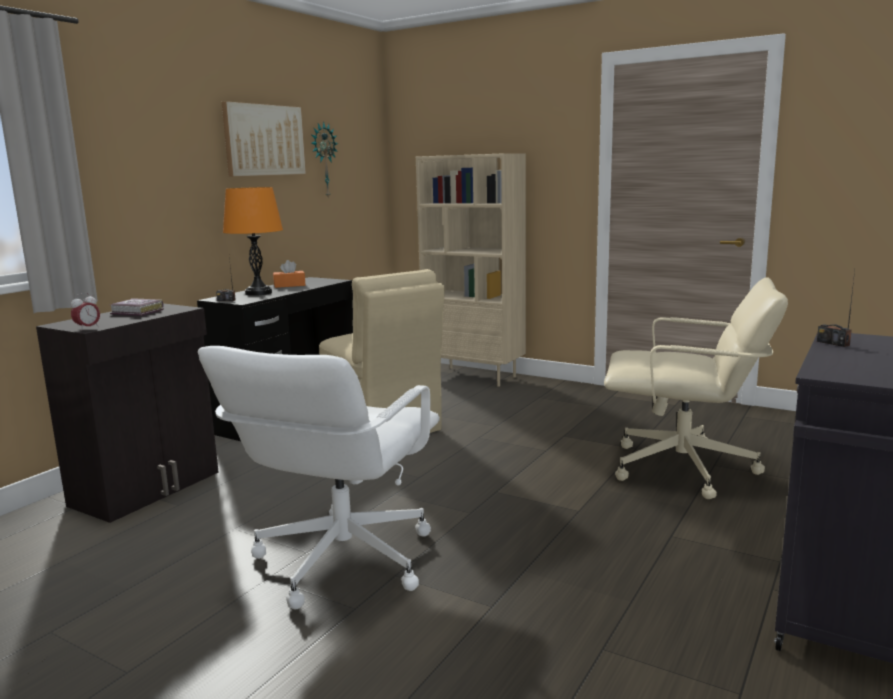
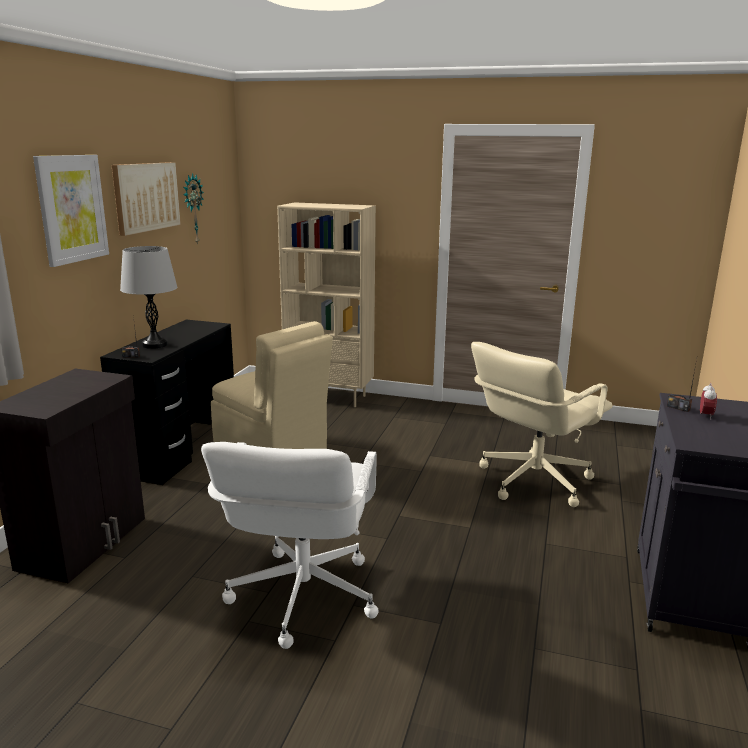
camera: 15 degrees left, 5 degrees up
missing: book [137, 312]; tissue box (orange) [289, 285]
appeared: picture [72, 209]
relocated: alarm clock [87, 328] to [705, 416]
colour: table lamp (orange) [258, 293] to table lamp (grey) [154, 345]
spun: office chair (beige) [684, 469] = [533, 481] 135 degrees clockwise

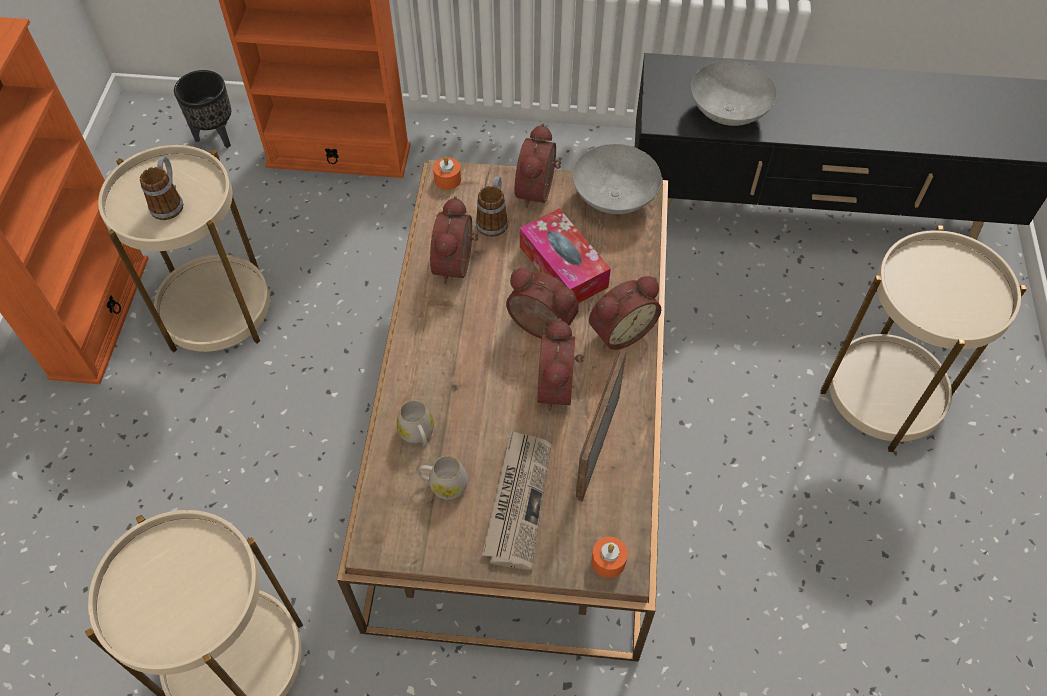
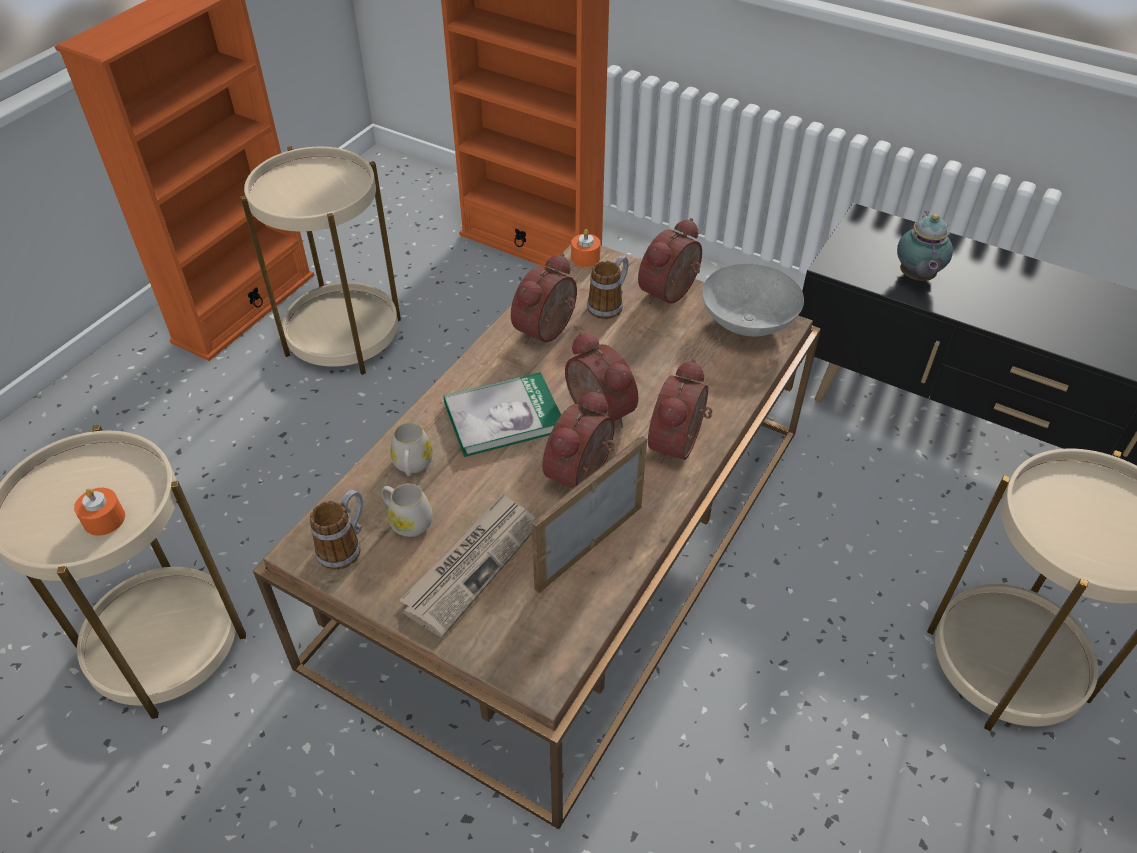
camera: 25 degrees right, 10 degrees down
missing: planter (black) [217, 136]; tissue box [563, 267]
appeared: book [503, 417]
relocated: mug [169, 202] to [345, 546]; candle (orange) [608, 561] to [104, 519]
exchanged: bowl (grey) [727, 112] to teapot [916, 278]
spun: alarm clock [619, 330] = [680, 445] 120 degrees clockwise

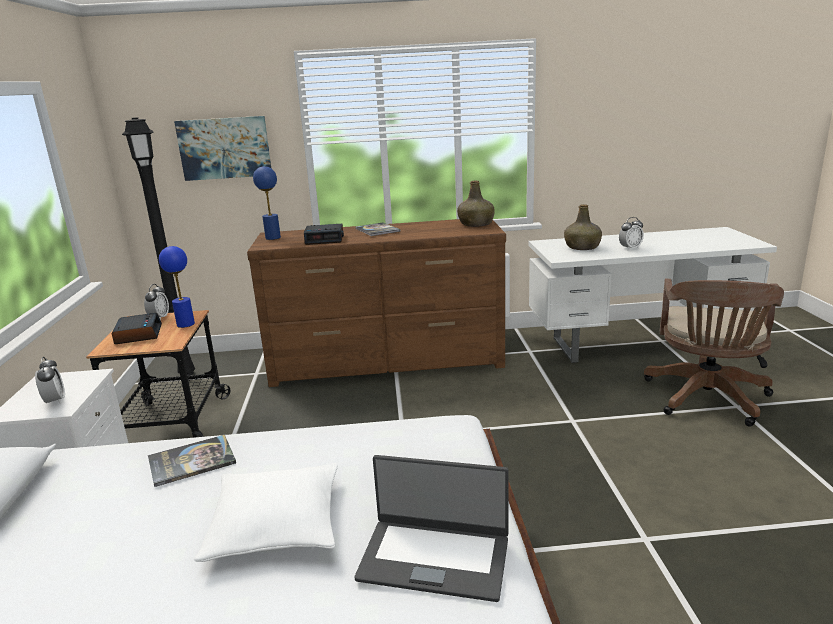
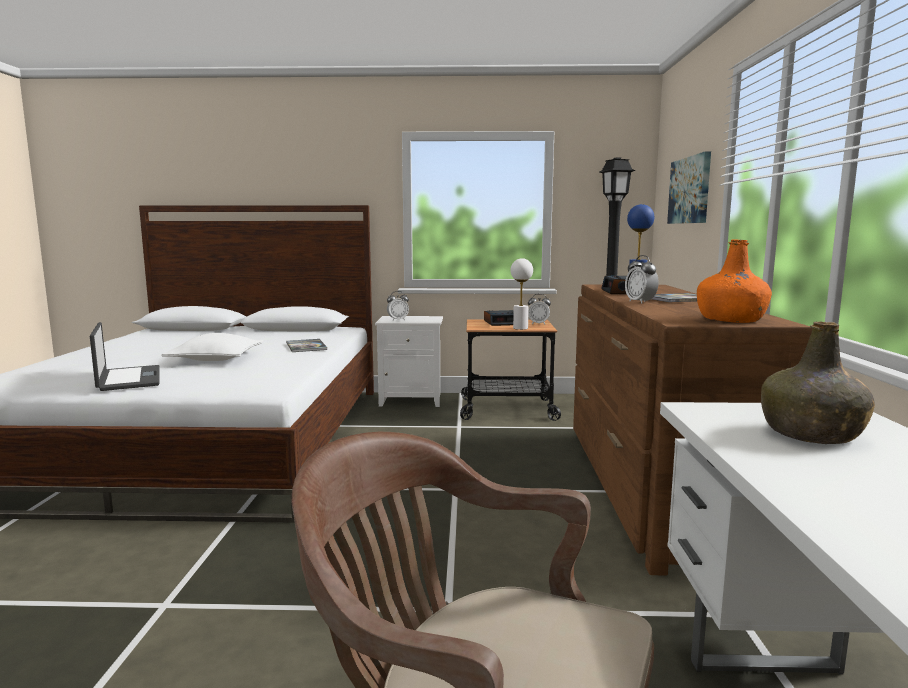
camera: 95 degrees right, 10 degrees down
relocated: alarm clock [630, 248] to [640, 302]
colour: table lamp (blue) [185, 324] to table lamp (white) [520, 328]; bottle (green) [476, 224] to bottle (orange) [731, 320]
spun: laptop [434, 557] = [128, 379] 135 degrees clockwise

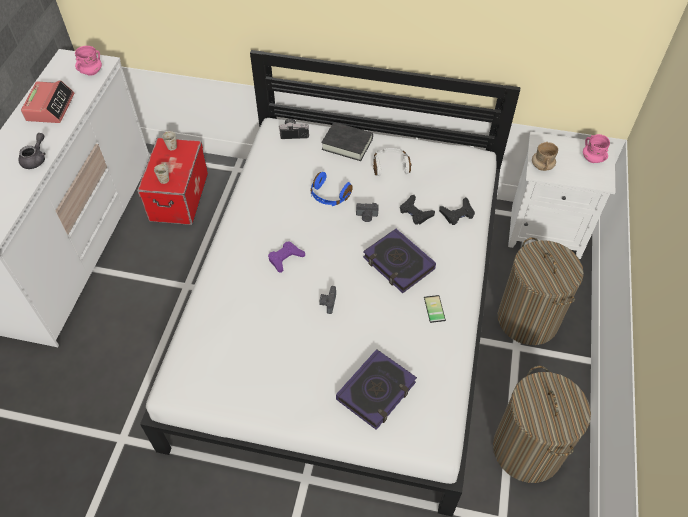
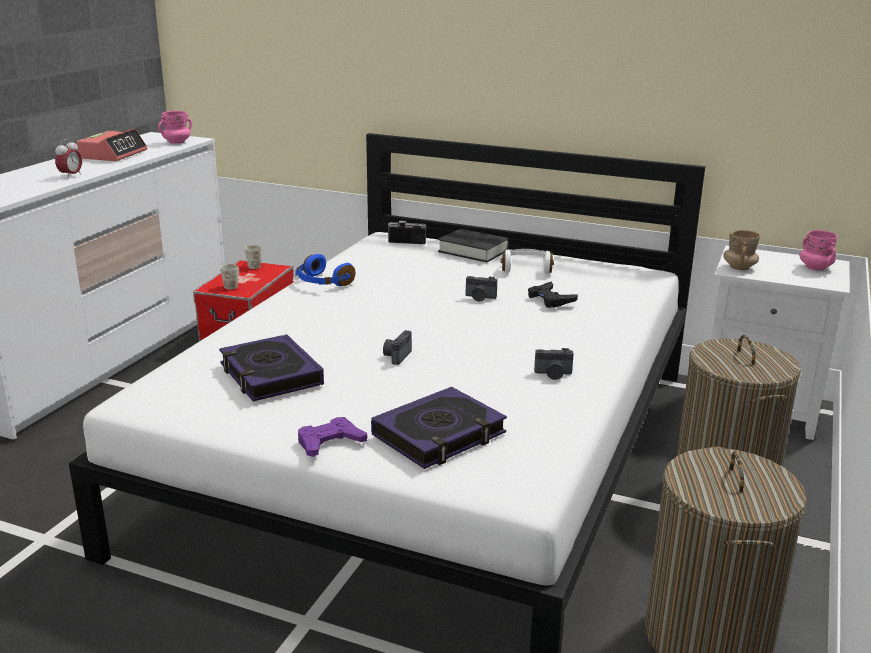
camera: 10 degrees right, 30 degrees down
missing: game controller (black) [457, 214]
relocated: game controller (purple) [285, 258] to [330, 443]; headphones (blue) [329, 196] to [322, 282]; book [398, 263] to [270, 375]
exchanged: teapot (grey) [36, 159] to alarm clock [71, 176]; phone [432, 309] to photo camera [553, 374]

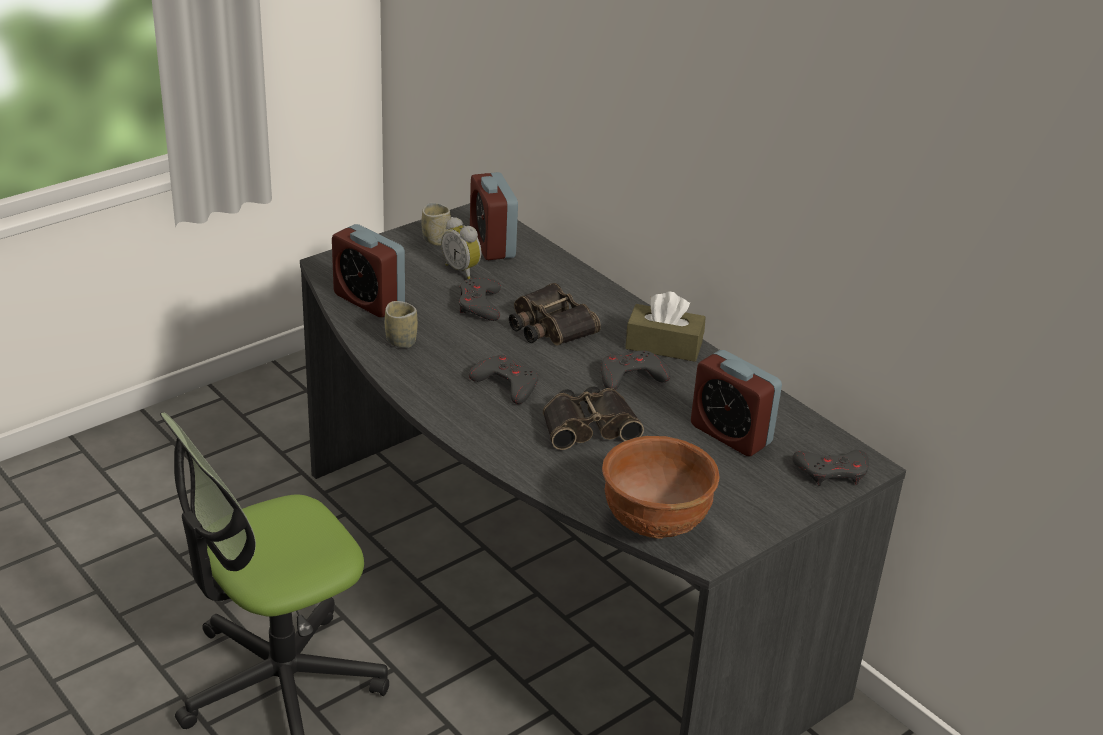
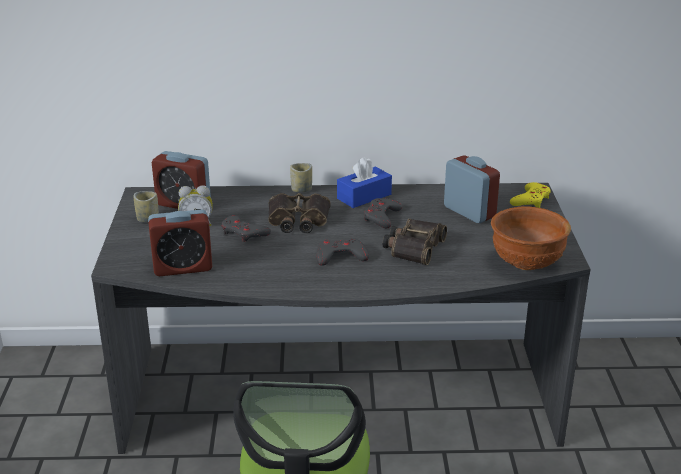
camera: 50 degrees left, 5 degrees down
relocated: cup [401, 341] to [301, 189]
colour: tissue box (brown) [663, 345] to tissue box (blue) [364, 196]; game controller (grey) [832, 472] to game controller (yellow) [531, 200]
spun: alarm clock [730, 434] = [469, 212] 120 degrees counterclockwise

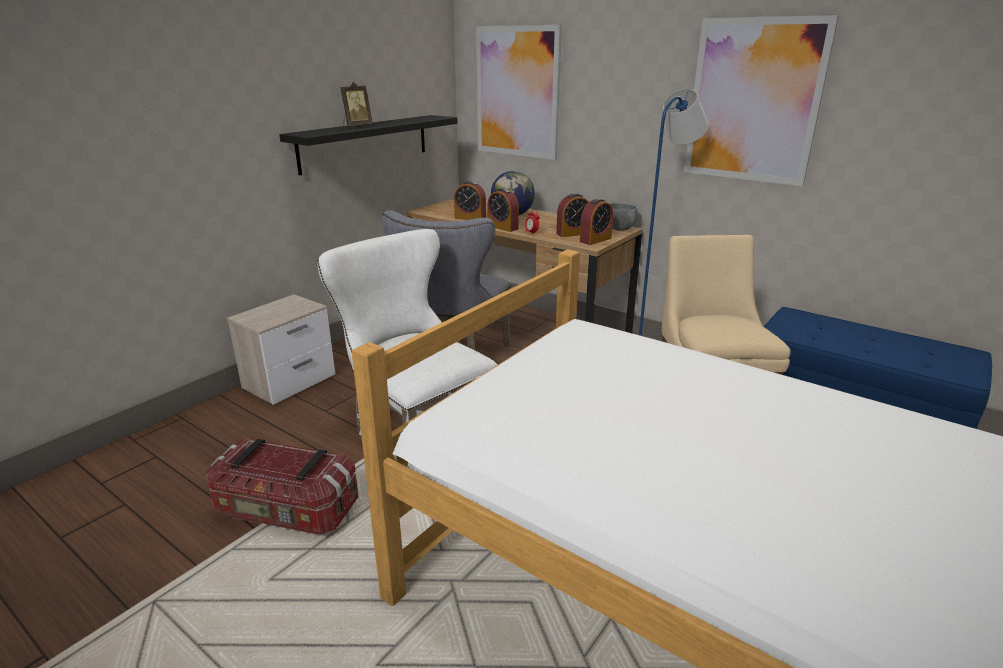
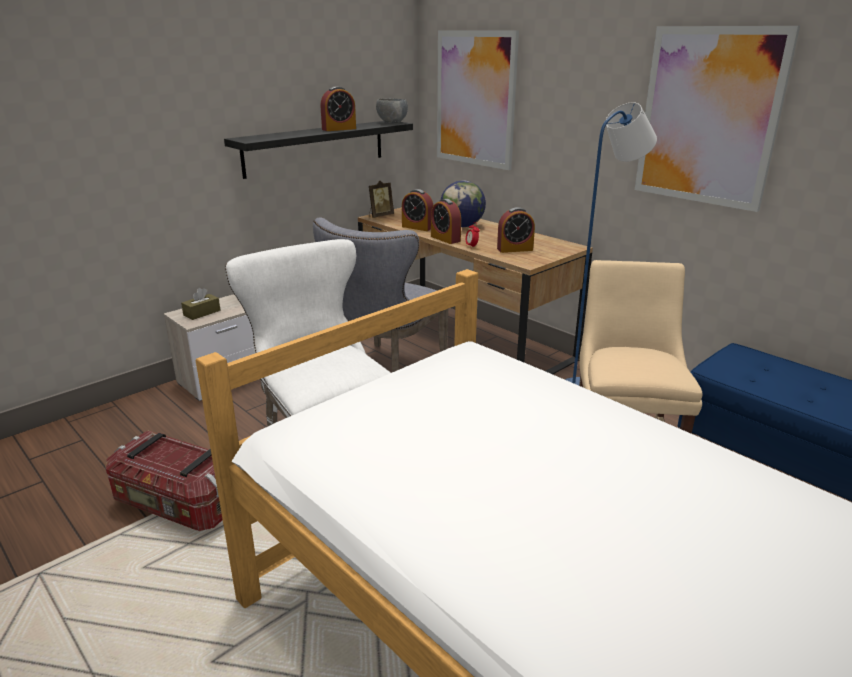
camera: 10 degrees right, 0 degrees up
appeared: tissue box (brown) [202, 313]
relocated: picture frame [356, 126] to [380, 216]; alarm clock [595, 240] to [339, 129]; bowl (grey) [619, 229] to [392, 123]

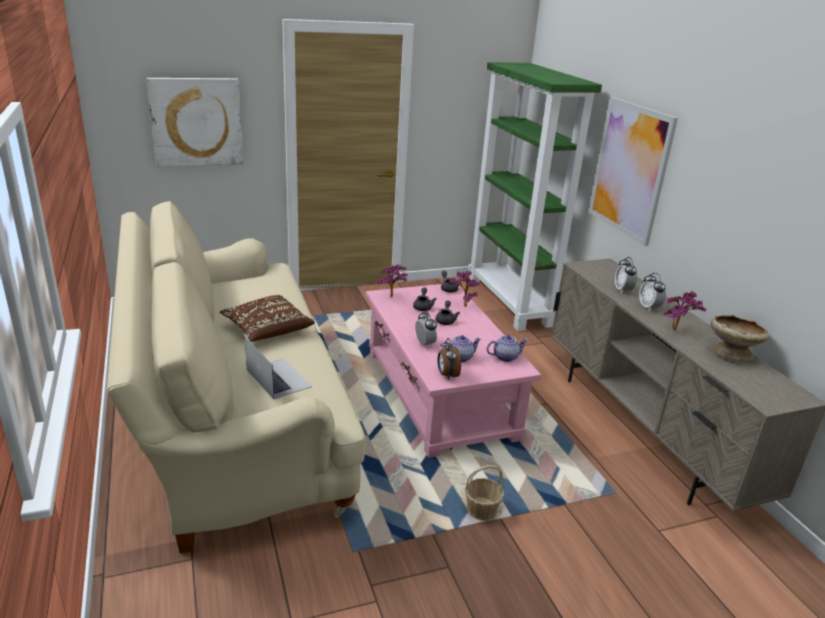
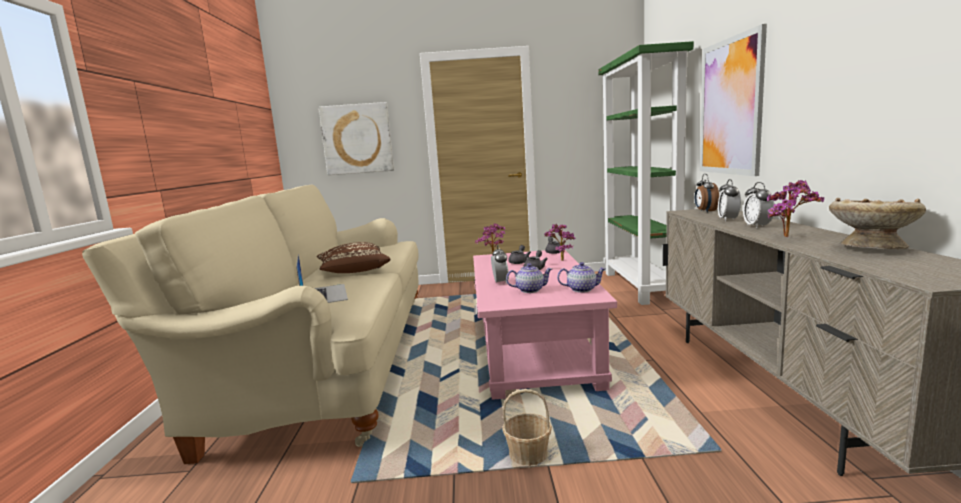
camera: 20 degrees right, 15 degrees down
relocated: alarm clock [447, 375] to [705, 211]

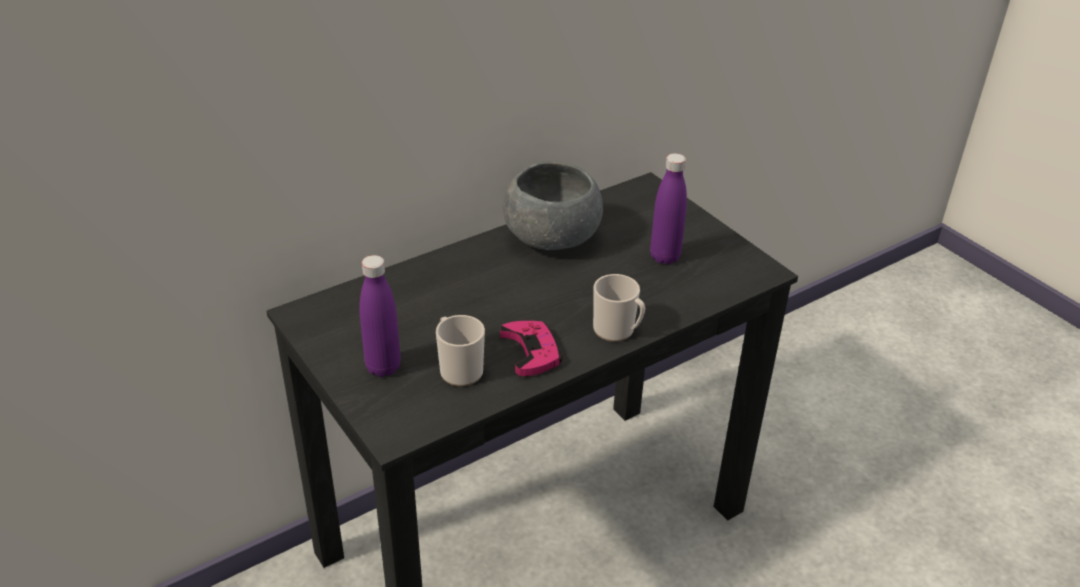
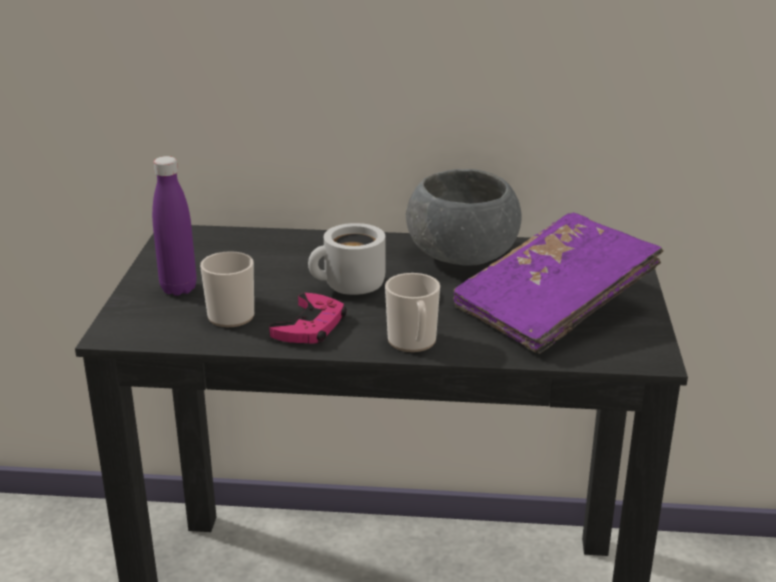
camera: 40 degrees right, 10 degrees down
appeared: mug (white) [350, 287]
exchanged: bottle (purple) [664, 257] to book (purple) [553, 307]

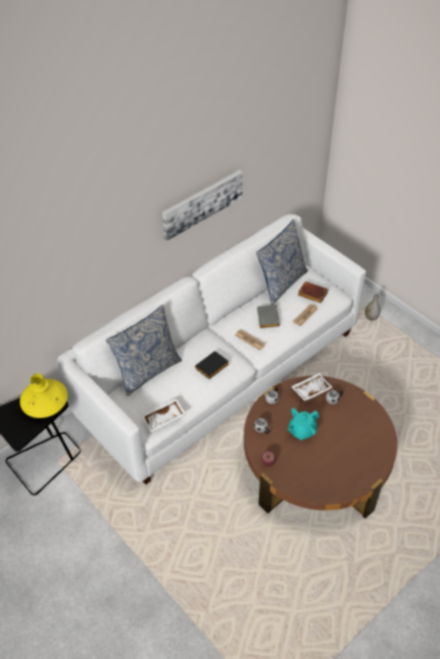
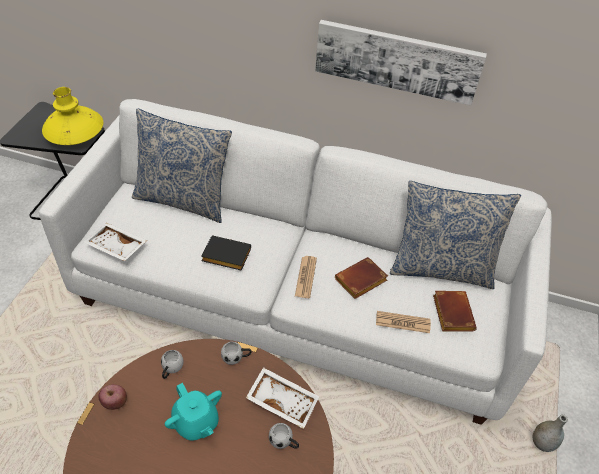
camera: 55 degrees right, 0 degrees up
colour: book (grey) [269, 319] to book (brown) [360, 282]
spun: teapot (turquoise) [301, 431] = [196, 422] 150 degrees counterclockwise

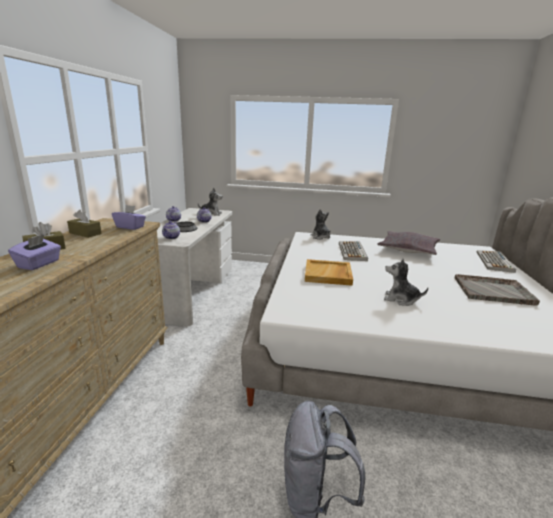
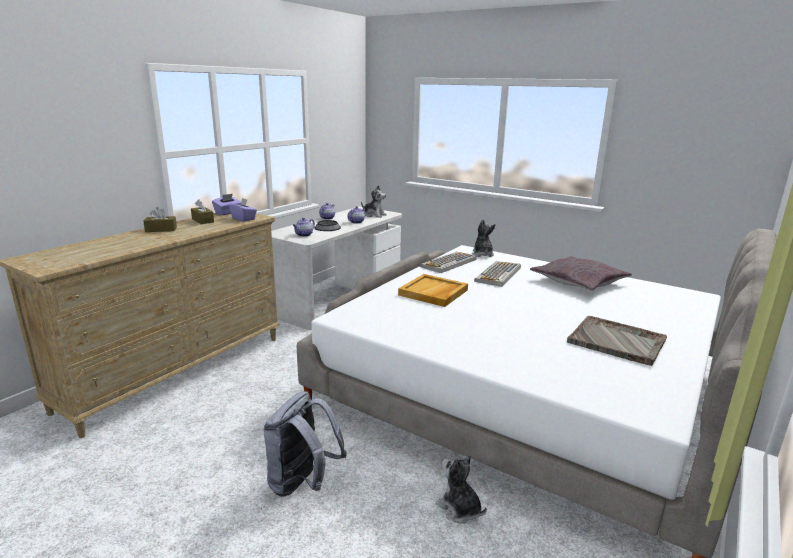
camera: 25 degrees right, 0 degrees up
relocated: tissue box (purple) [39, 264] to [228, 213]; plush toy [400, 299] to [459, 509]; keyboard [495, 262] to [448, 263]

